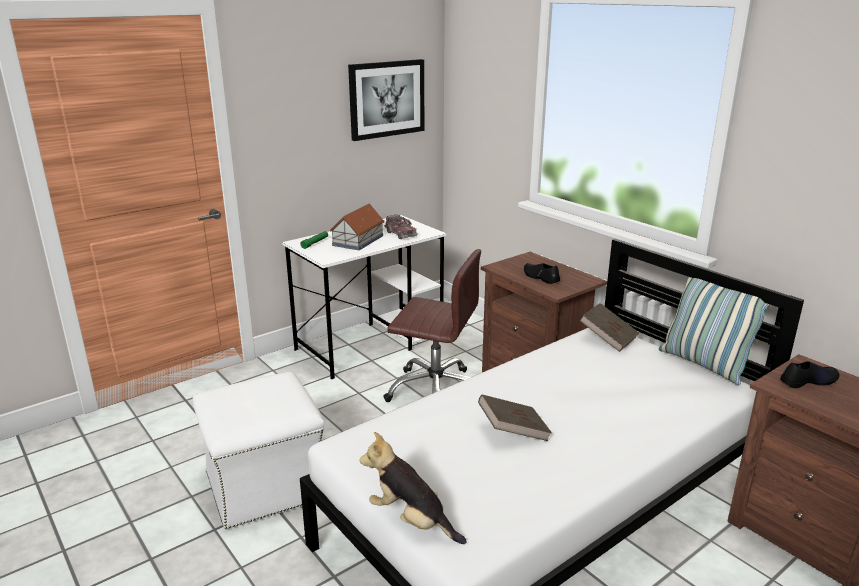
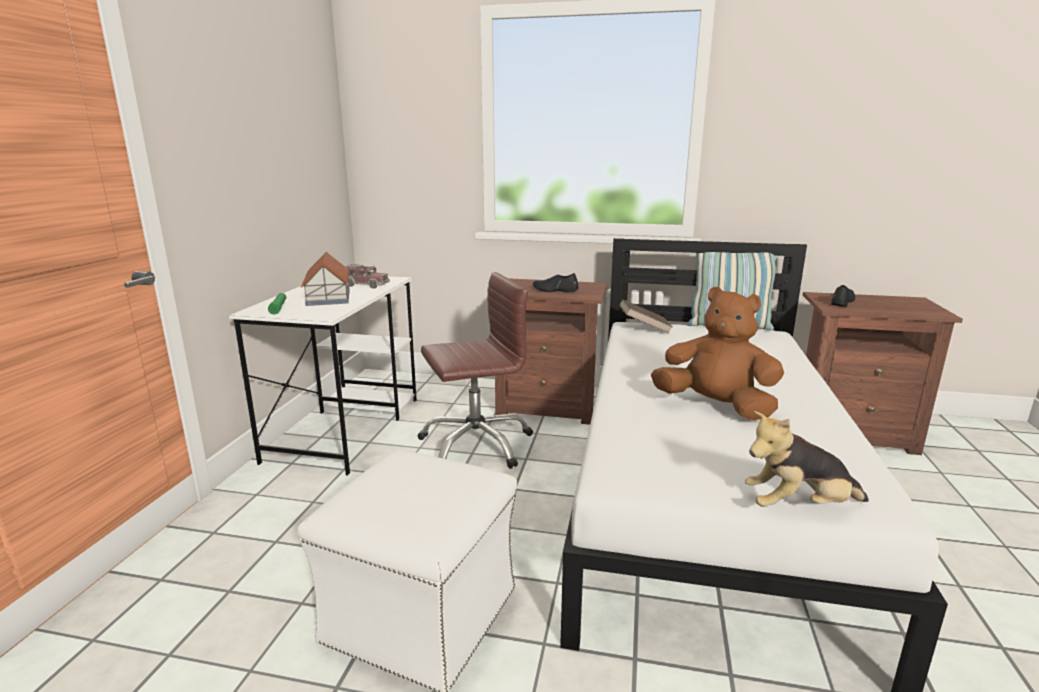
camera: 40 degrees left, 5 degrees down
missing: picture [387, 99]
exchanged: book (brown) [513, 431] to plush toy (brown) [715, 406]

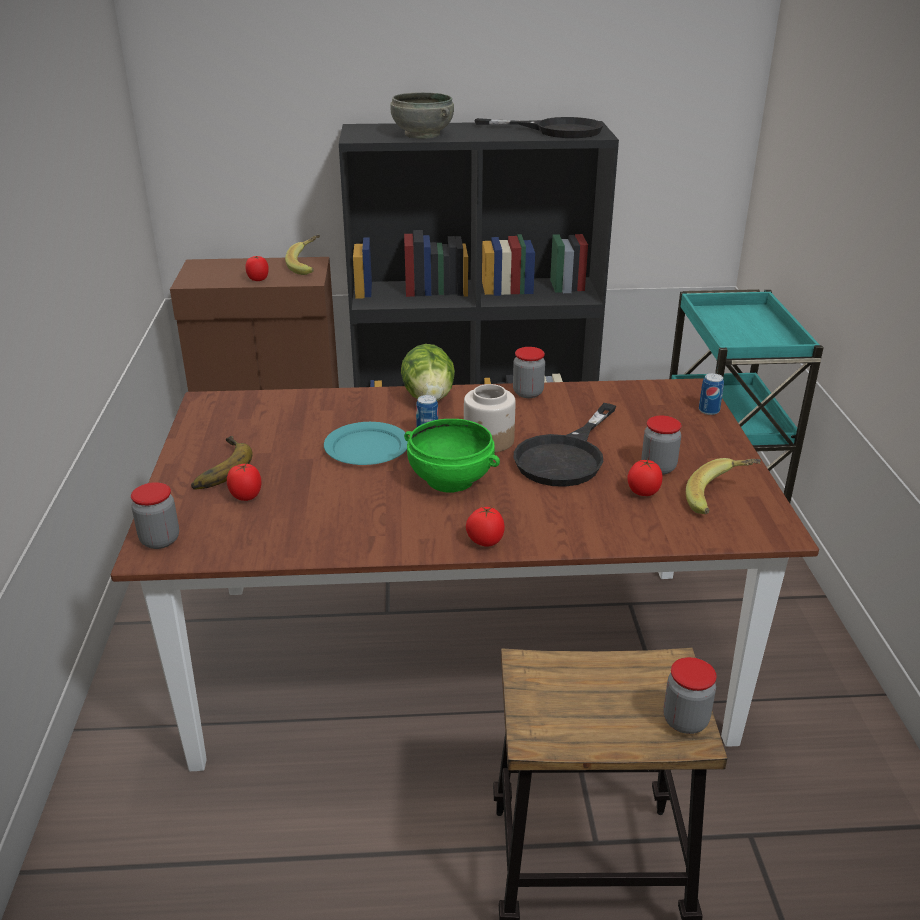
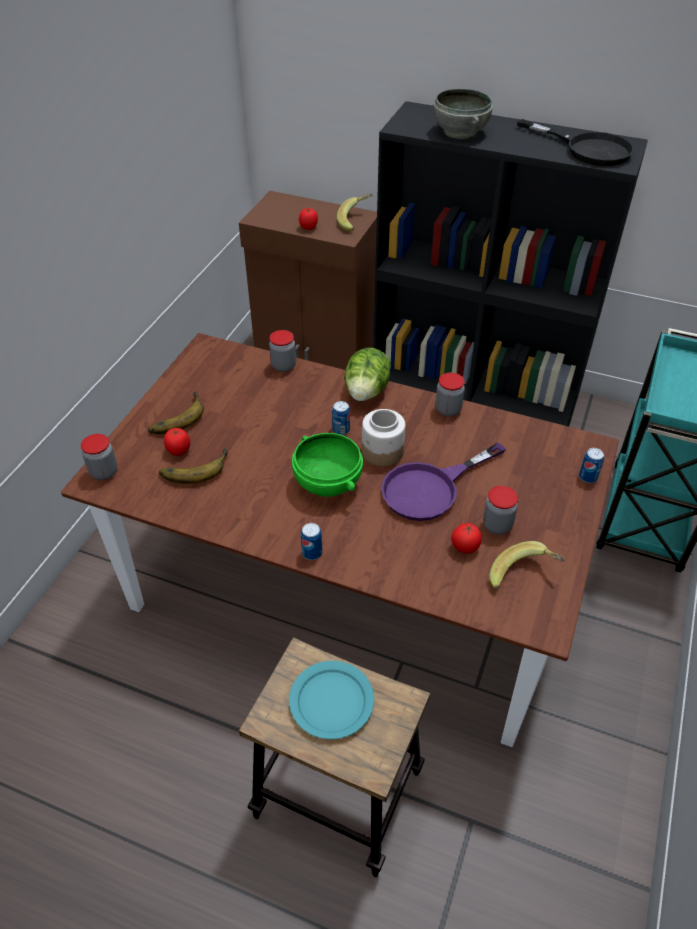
camera: 25 degrees right, 15 degrees up
appeared: banana [194, 467]
relocated: plate (turquoise) [366, 447] to [331, 700]; jar [685, 721] to [283, 366]
exchanged: tomato [484, 542] to can [312, 553]
colour: frying pan (black) [565, 456] to frying pan (purple) [430, 488]

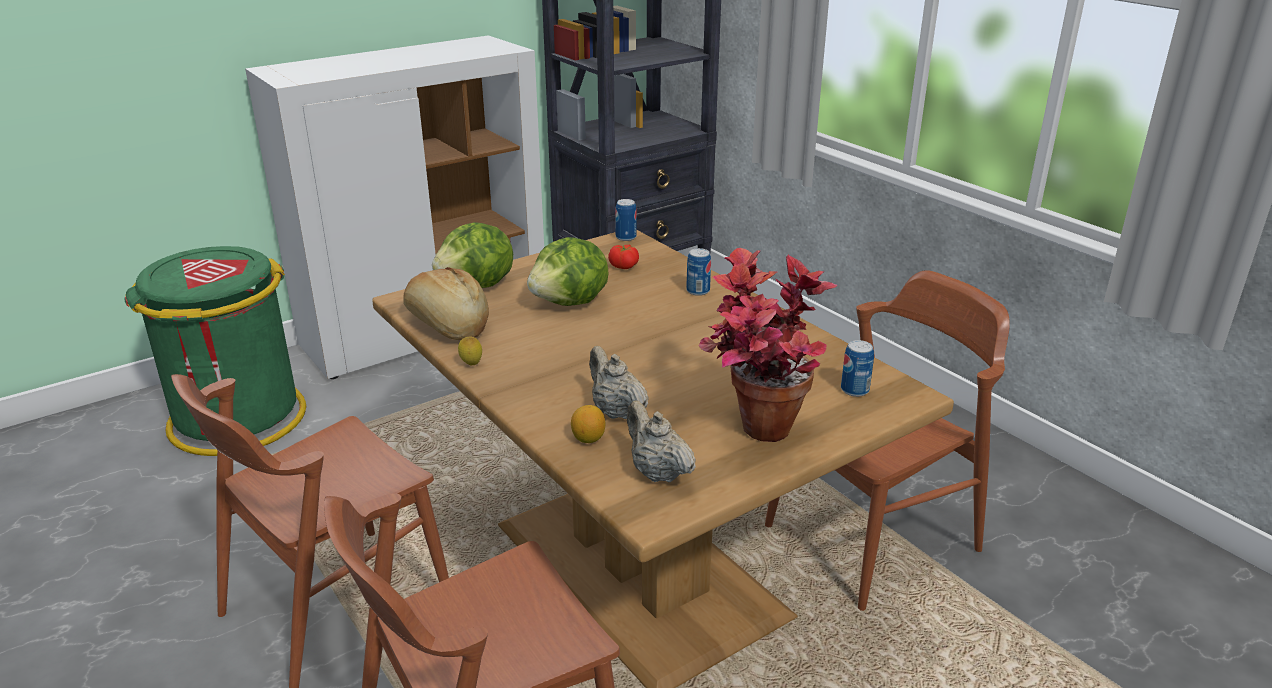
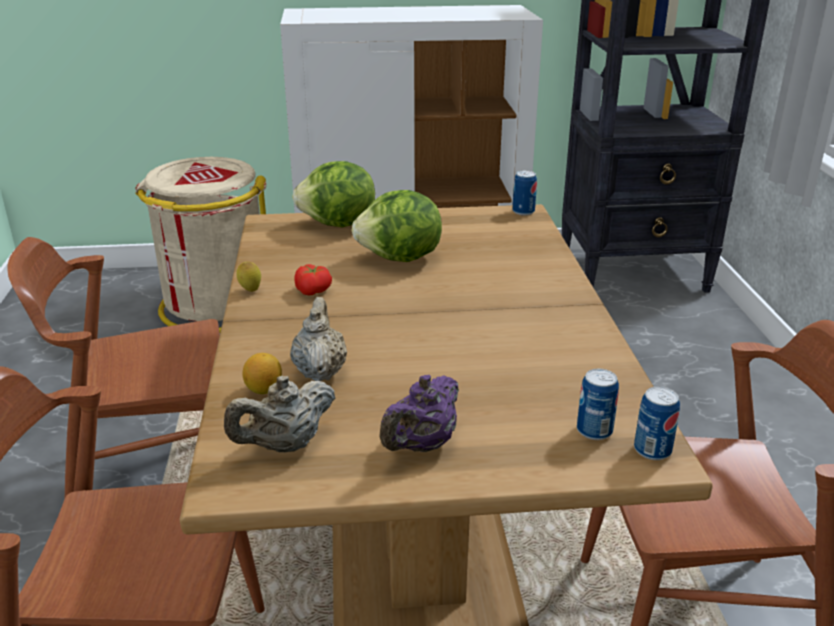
camera: 30 degrees right, 0 degrees up
missing: bread [447, 325]
relocated: tomato [624, 266] to [314, 291]; can [698, 291] to [652, 450]
exchanged: potted plant [754, 438] to teapot (purple) [422, 445]
colour: trash can (green) [237, 419] to trash can (beige) [216, 307]
spun: teapot (beige) [657, 472] = [285, 445] 120 degrees counterclockwise

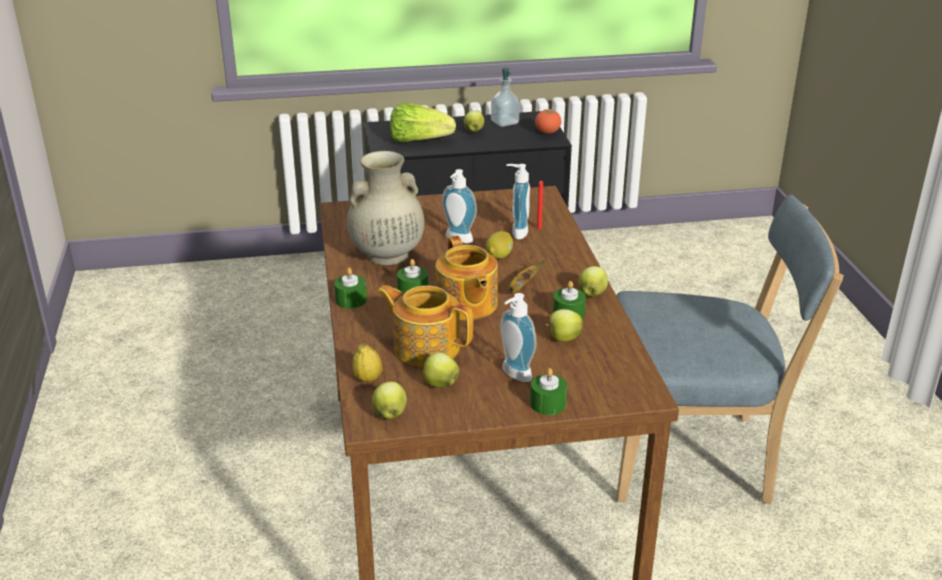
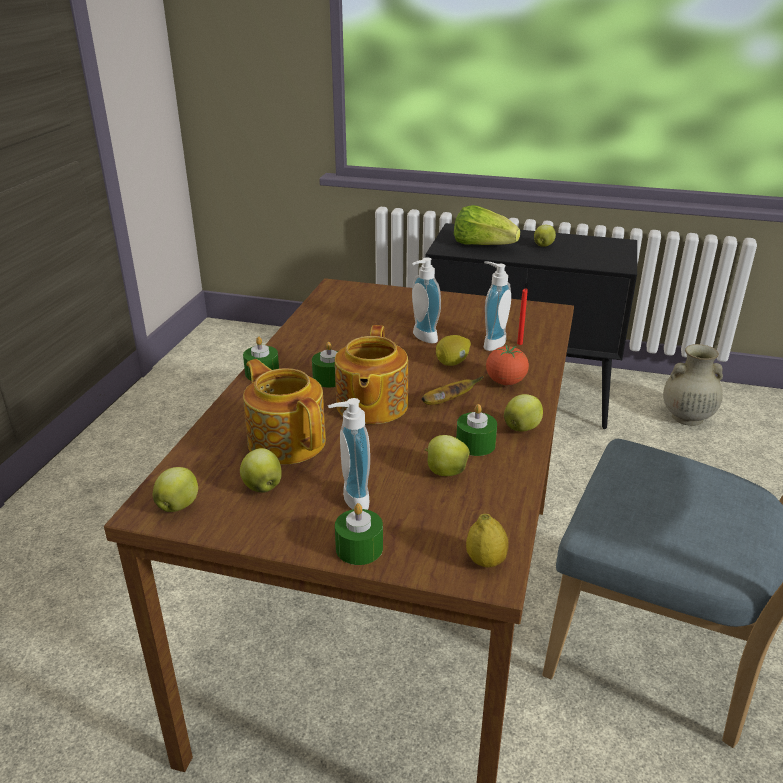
camera: 25 degrees right, 0 degrees up
missing: soap dispenser [504, 122]
relocated: vase (beige) [386, 256] to [686, 417]; lemon [368, 379] to [485, 561]; tomato [547, 132] to [505, 382]

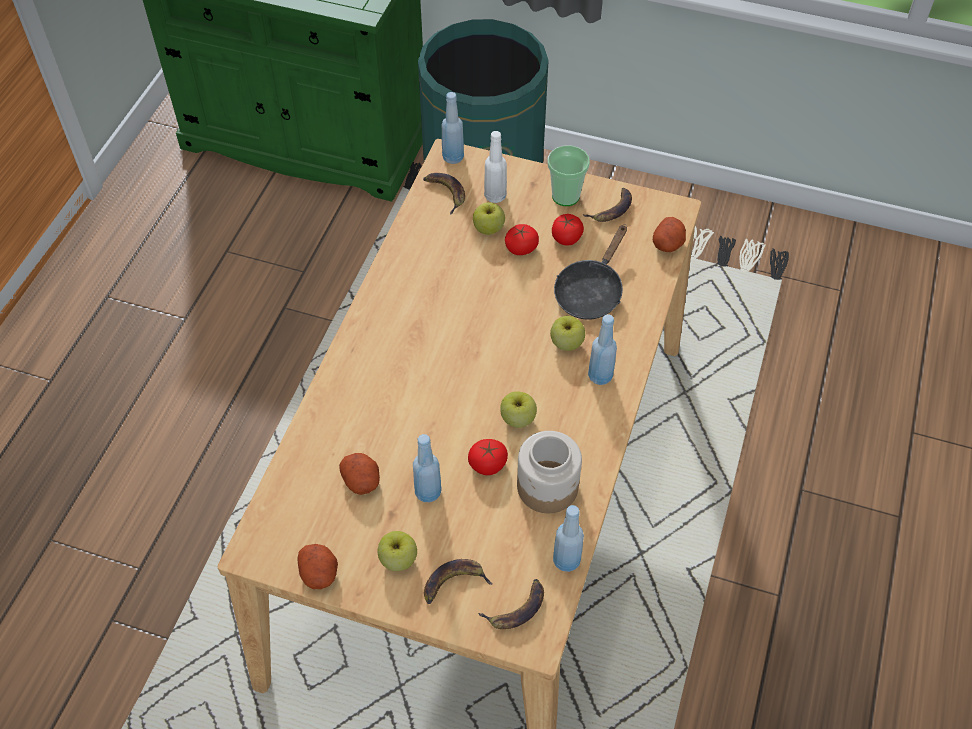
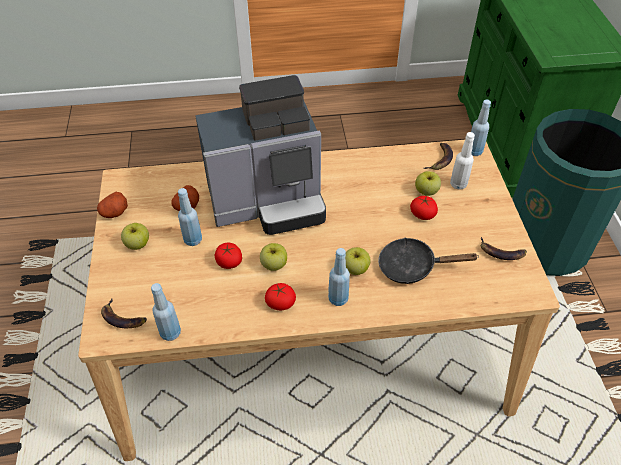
camera: 65 degrees right, 5 degrees down
missing: banana [453, 583]; jar [548, 487]; cup [565, 196]; potato [668, 244]
appeared: coffee machine [269, 202]
relocated: tomato [566, 237] to [280, 303]

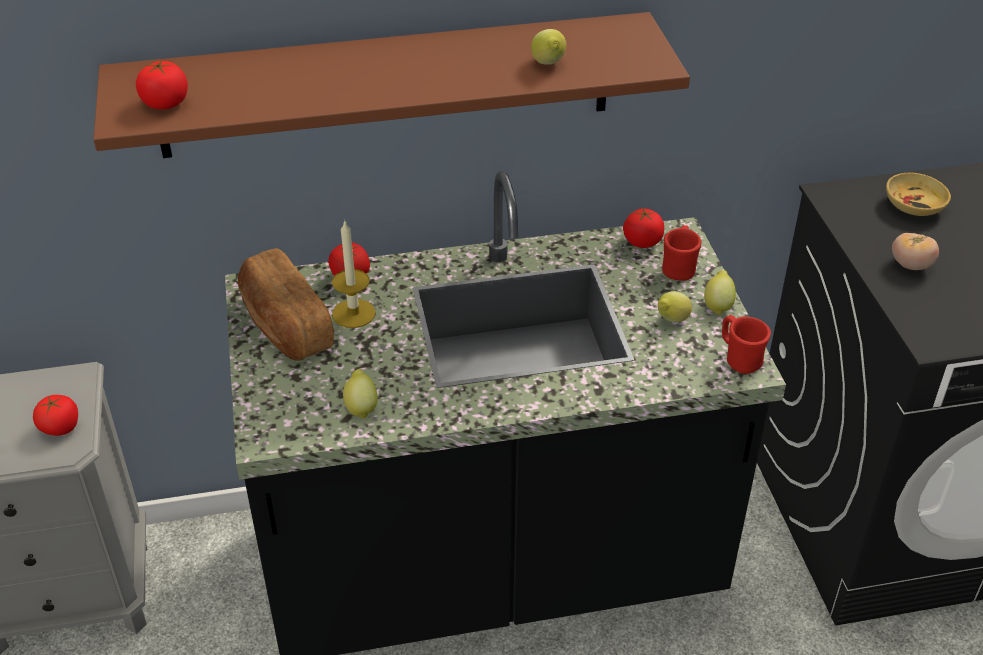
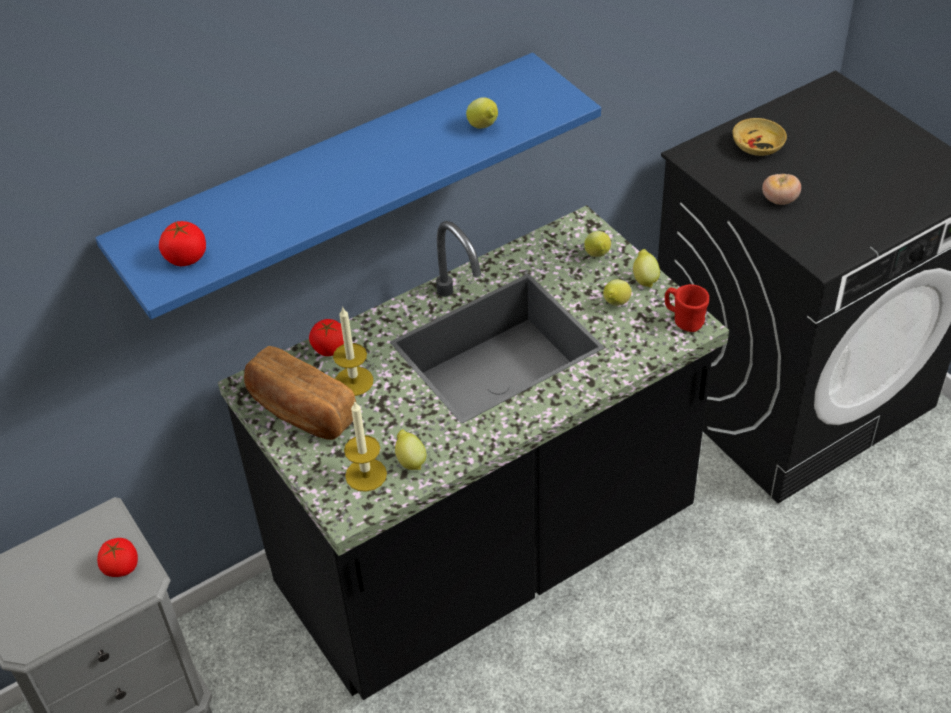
camera: 20 degrees left, 5 degrees up
missing: tomato [642, 241]
appeared: candle [366, 475]
exchanged: mug (red) [679, 268] to lemon [597, 255]
colour: shelf (brown) [386, 85] to shelf (blue) [333, 177]

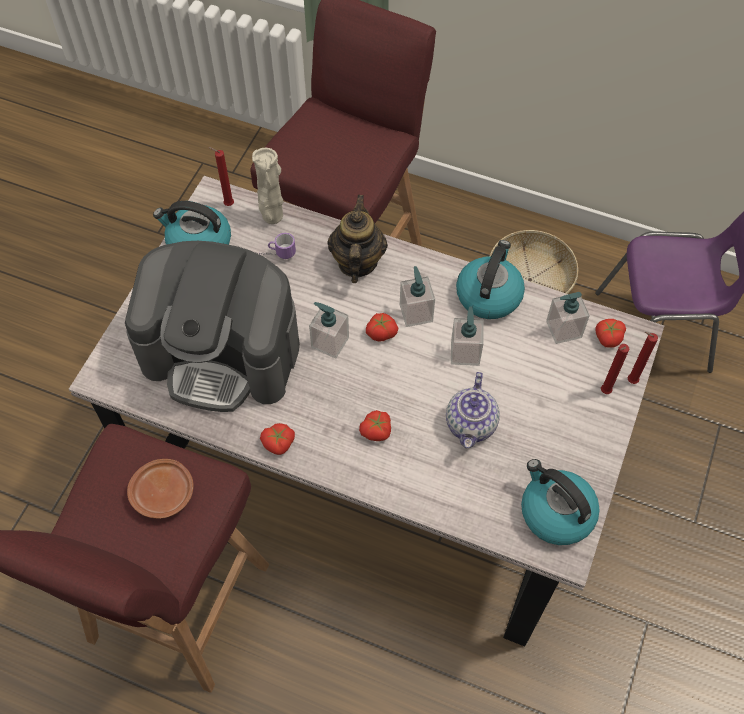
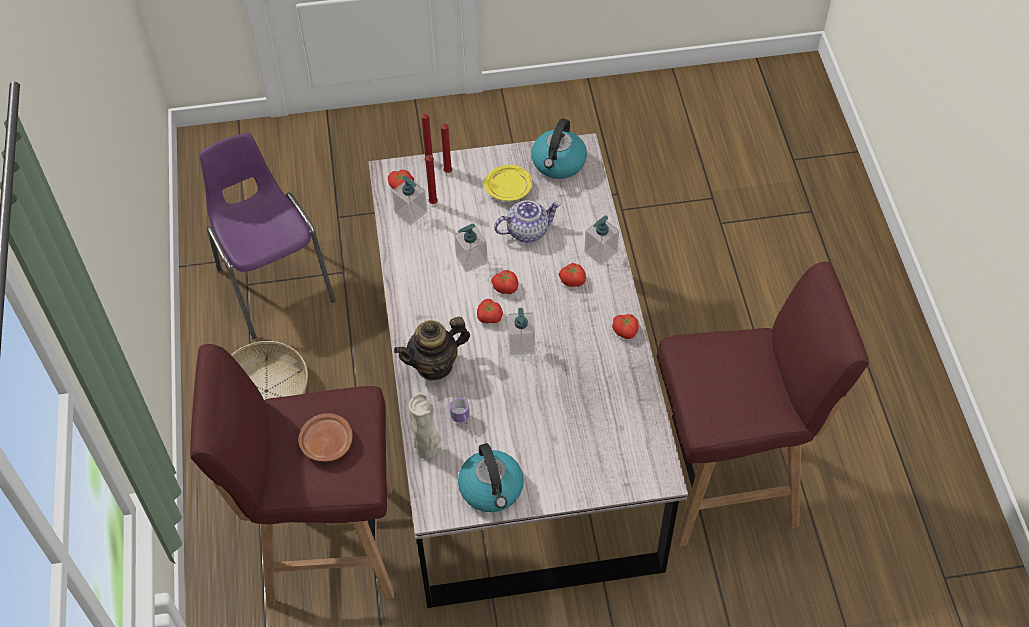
camera: 120 degrees left, 5 degrees down
missing: coffee machine [222, 353]; kettle [488, 294]
appeared: plate (yellow) [509, 189]; tomato [505, 287]
relocated: plate (brown) [164, 493] to [326, 442]; candle (red) [227, 204] to [434, 204]; soap dispenser [416, 313] to [600, 252]

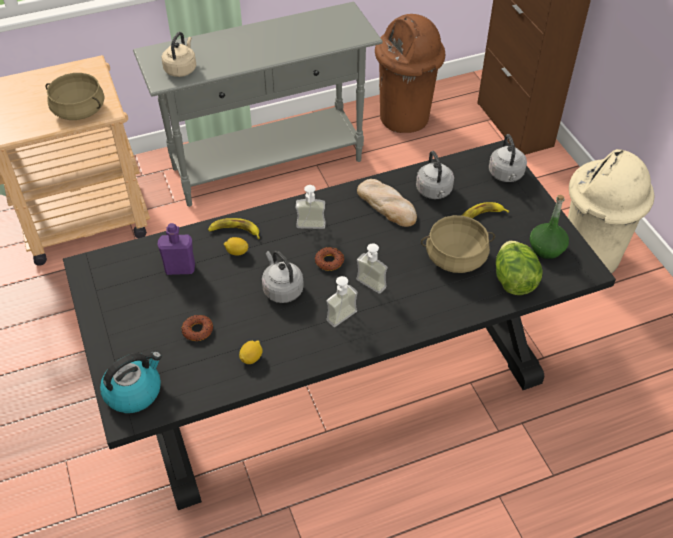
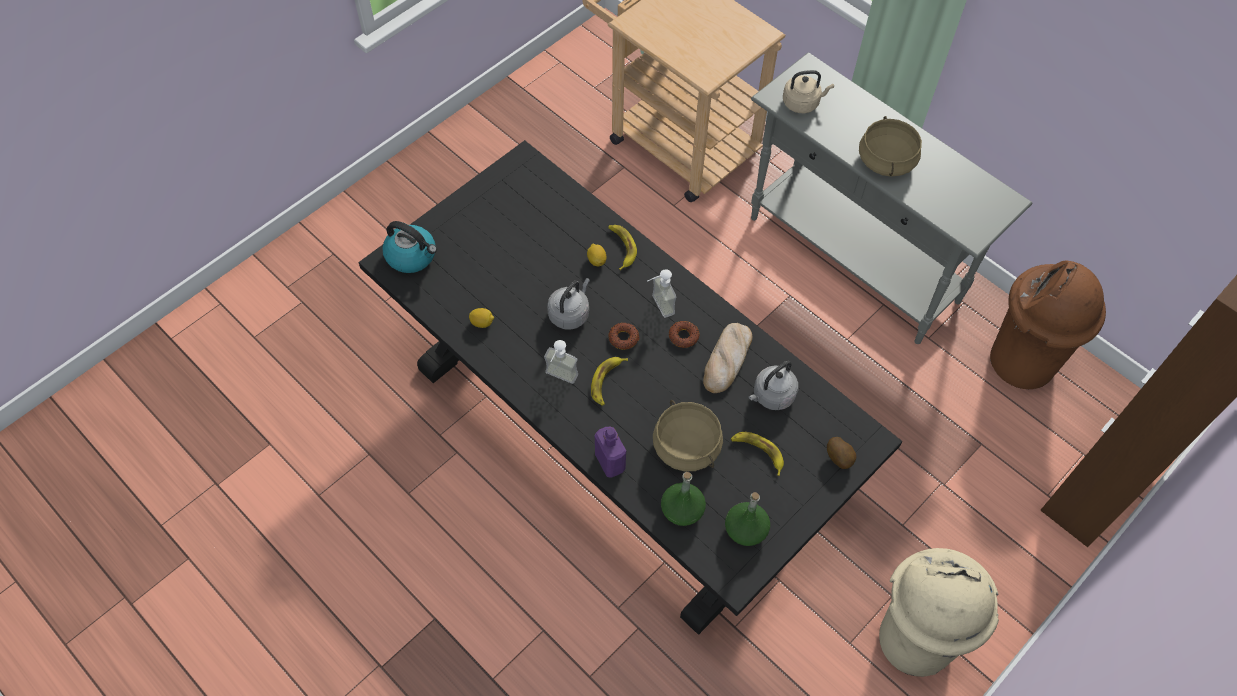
camera: 65 degrees right, 10 degrees up
relocated: cooking pot (beige) [78, 111] to [885, 160]; bottle (purple) [180, 268] to [610, 462]; donut [197, 330] to [683, 336]
exchanged: soap dispenser [367, 287] to banana [607, 382]; kettle (grey) [506, 175] to potato [839, 458]; lettuce [513, 281] to bottle (green) [682, 510]

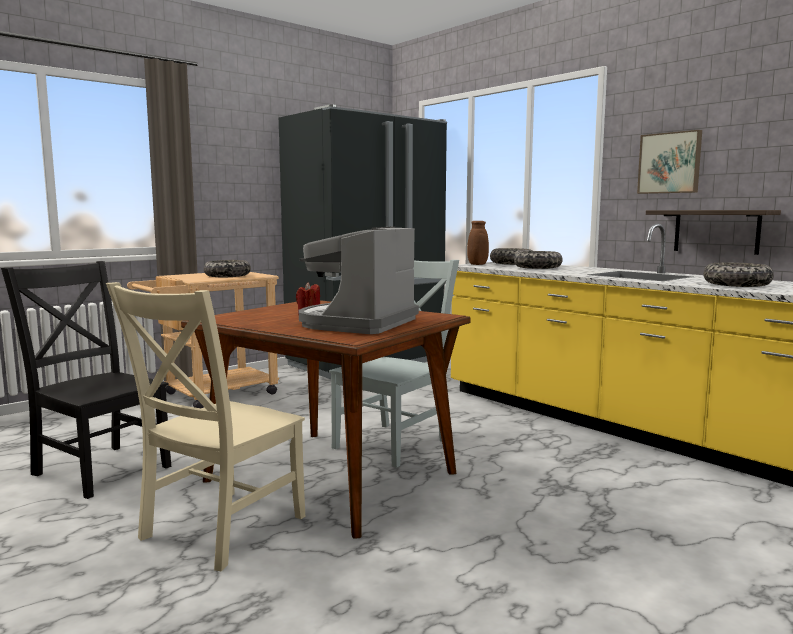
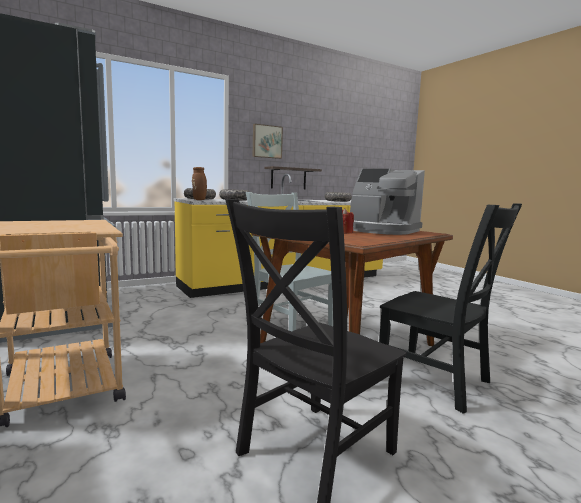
camera: 80 degrees left, 0 degrees up
missing: bowl [227, 276]
colour: chair (beige) [218, 530] to chair (black) [438, 382]

